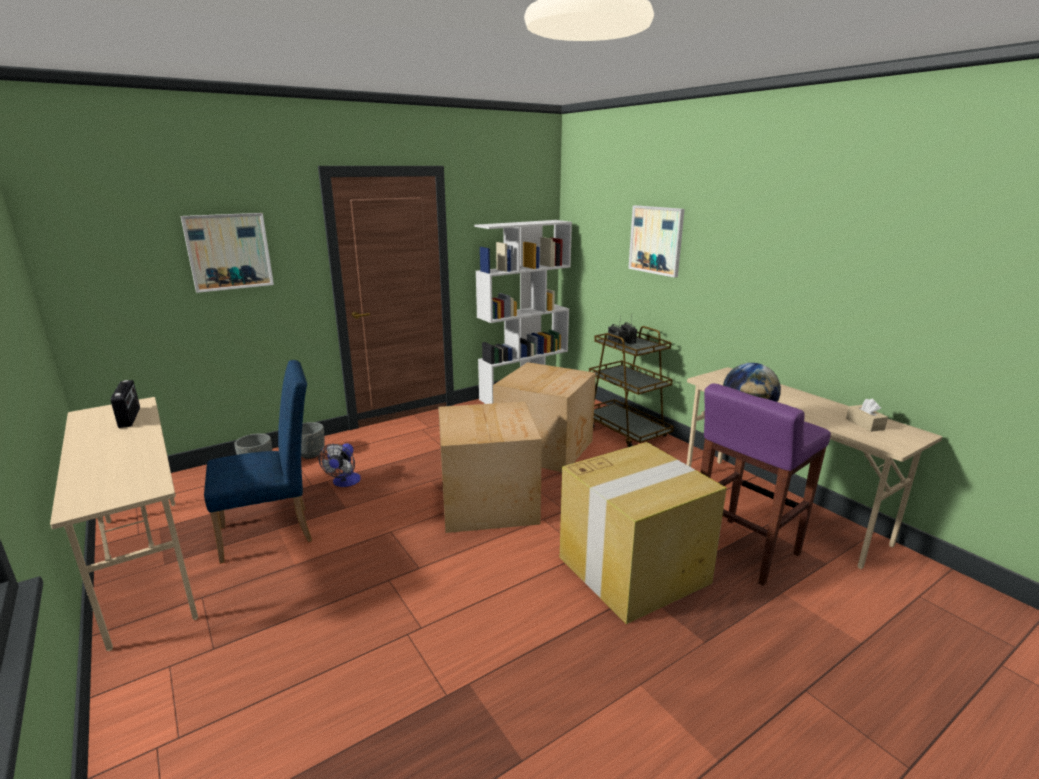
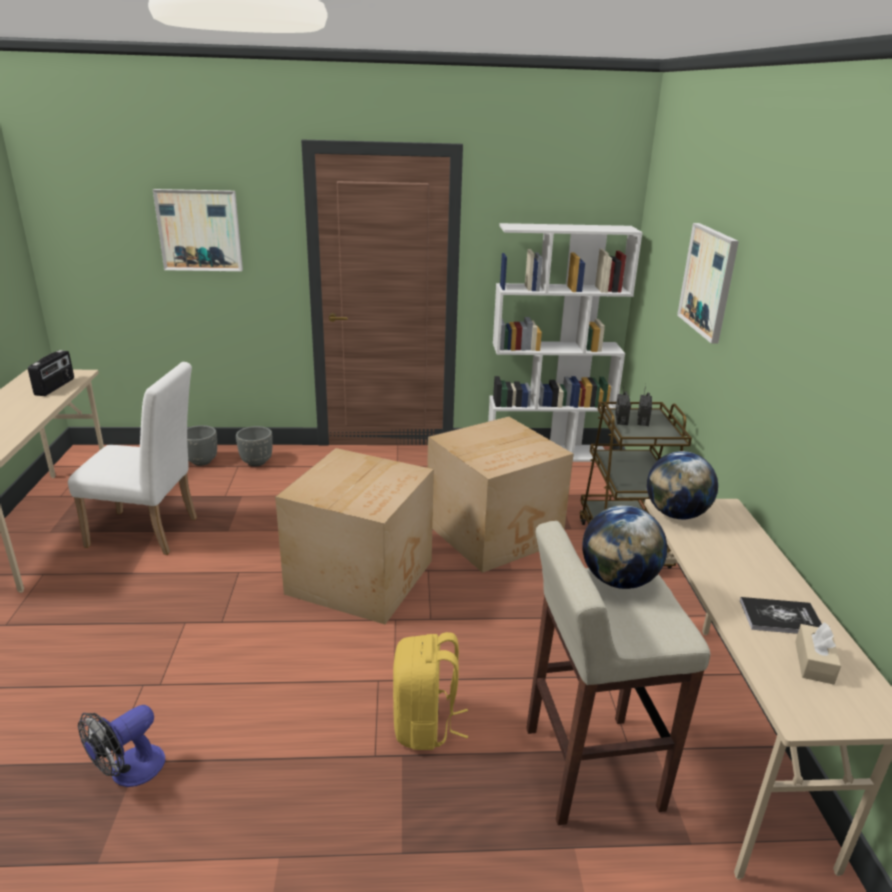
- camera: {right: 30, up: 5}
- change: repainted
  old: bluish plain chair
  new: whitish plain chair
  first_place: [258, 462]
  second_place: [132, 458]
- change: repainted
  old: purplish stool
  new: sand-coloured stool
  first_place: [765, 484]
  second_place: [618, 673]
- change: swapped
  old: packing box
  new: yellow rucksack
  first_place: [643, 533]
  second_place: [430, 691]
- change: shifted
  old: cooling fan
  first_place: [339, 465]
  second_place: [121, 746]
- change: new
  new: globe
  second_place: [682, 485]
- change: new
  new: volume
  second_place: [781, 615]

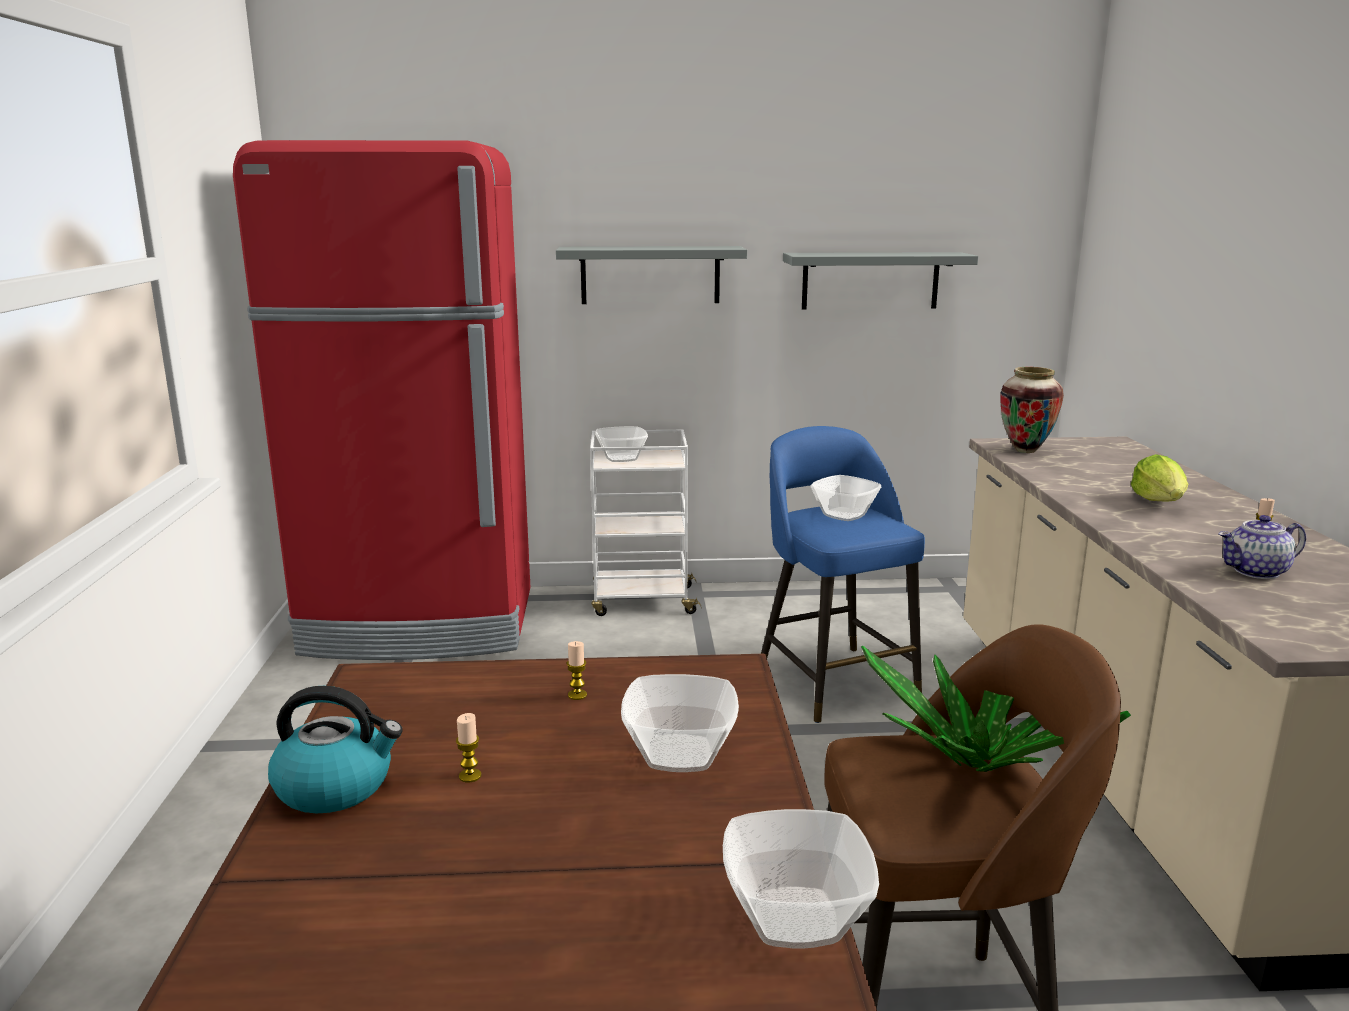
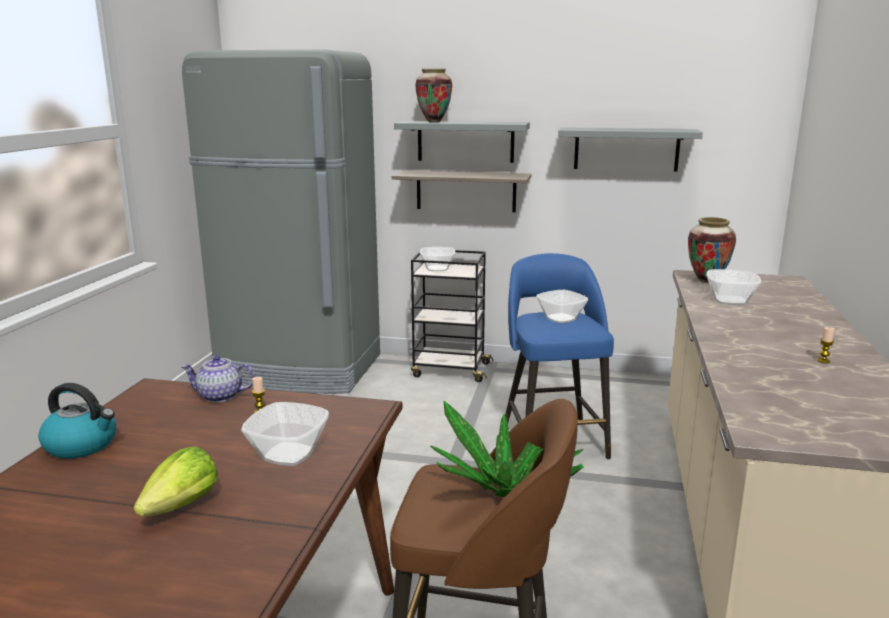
- camera: {right: 15, up: 0}
- change: repainted
  old: red kitchen fridge
  new: grey kitchen fridge
  first_place: [381, 400]
  second_place: [281, 221]
- change: repainted
  old: whitish wheeled cart
  new: black-coloured wheeled cart
  first_place: [646, 523]
  second_place: [452, 316]
- change: shifted
  old: head of lettuce
  first_place: [1159, 478]
  second_place: [176, 481]
- change: shifted
  old: teapot
  first_place: [1262, 547]
  second_place: [218, 379]
- change: gone
  old: wax candle
  first_place: [469, 748]
- change: shifted
  old: bowl
  first_place: [801, 879]
  second_place: [733, 287]
- change: new
  new: vase
  second_place: [433, 96]
- change: new
  new: bracket shelf
  second_place: [462, 191]

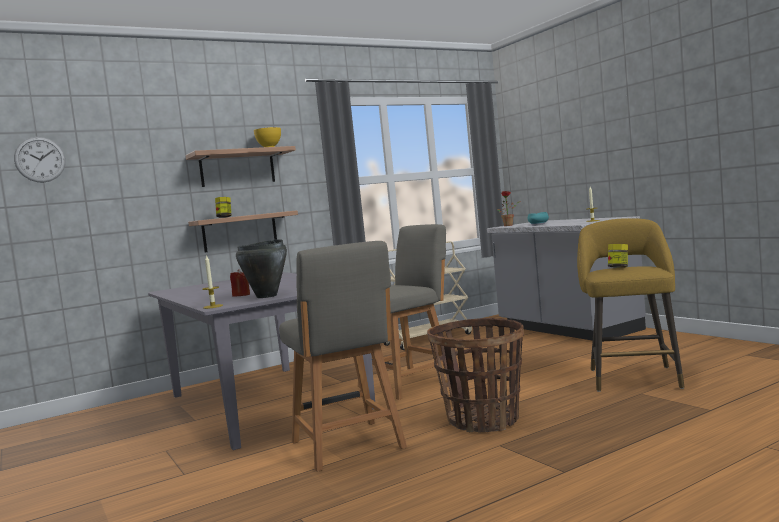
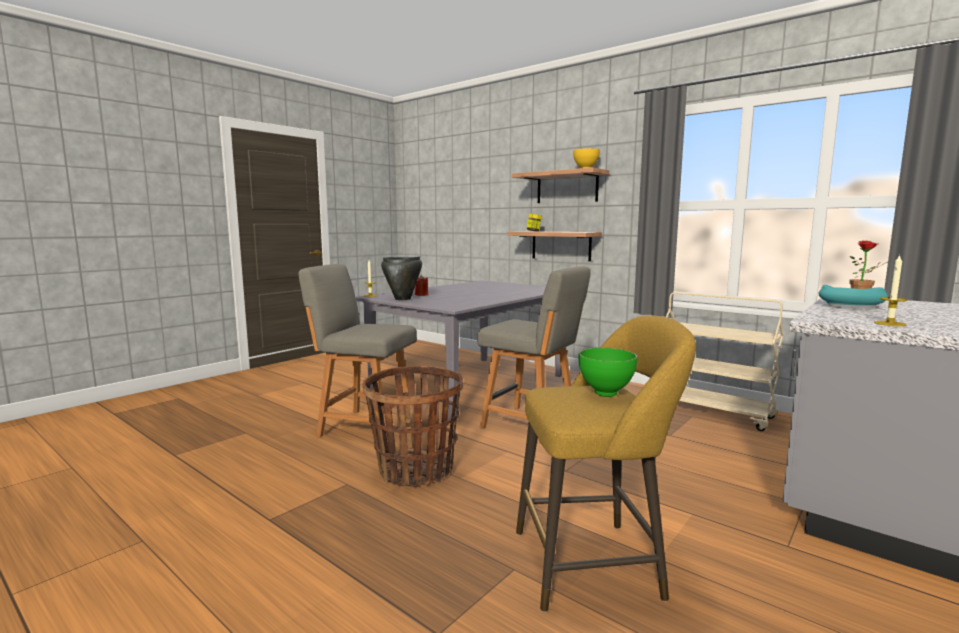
- camera: {right: 70, up: 5}
- change: gone
  old: wall clock
  first_place: [40, 160]
- change: rotated
  old: grey plain chair
  first_place: [343, 356]
  second_place: [358, 350]
  degrees: 60
- change: swapped
  old: jar
  new: green-coloured bowl
  first_place: [618, 255]
  second_place: [608, 372]

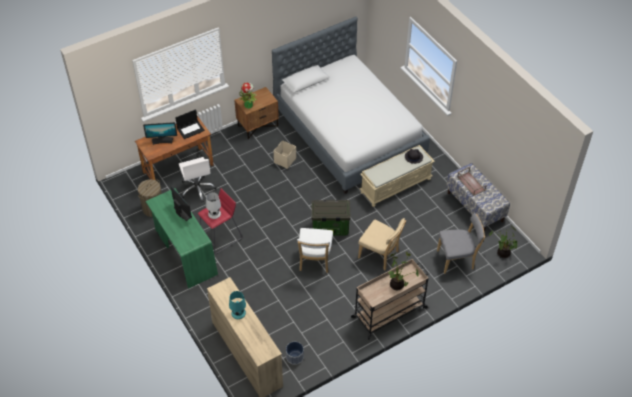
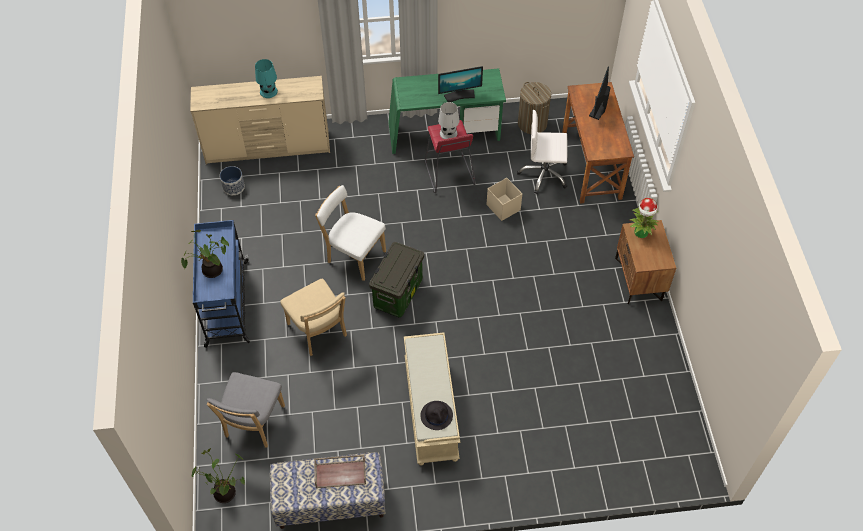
- camera: {right: 115, up: 5}
- change: gone
  old: sleeping bed
  first_place: [351, 105]
- change: gone
  old: laptop
  first_place: [190, 124]
- change: shifted
  old: sand-coloured storage container
  first_place: [285, 154]
  second_place: [504, 199]
- change: rotated
  old: sand-coloured plain chair
  first_place: [382, 244]
  second_place: [313, 317]
  degrees: -90
- change: repainted
  old: sand-coloured wheeled cart
  new: bluish wheeled cart
  first_place: [389, 299]
  second_place: [221, 284]

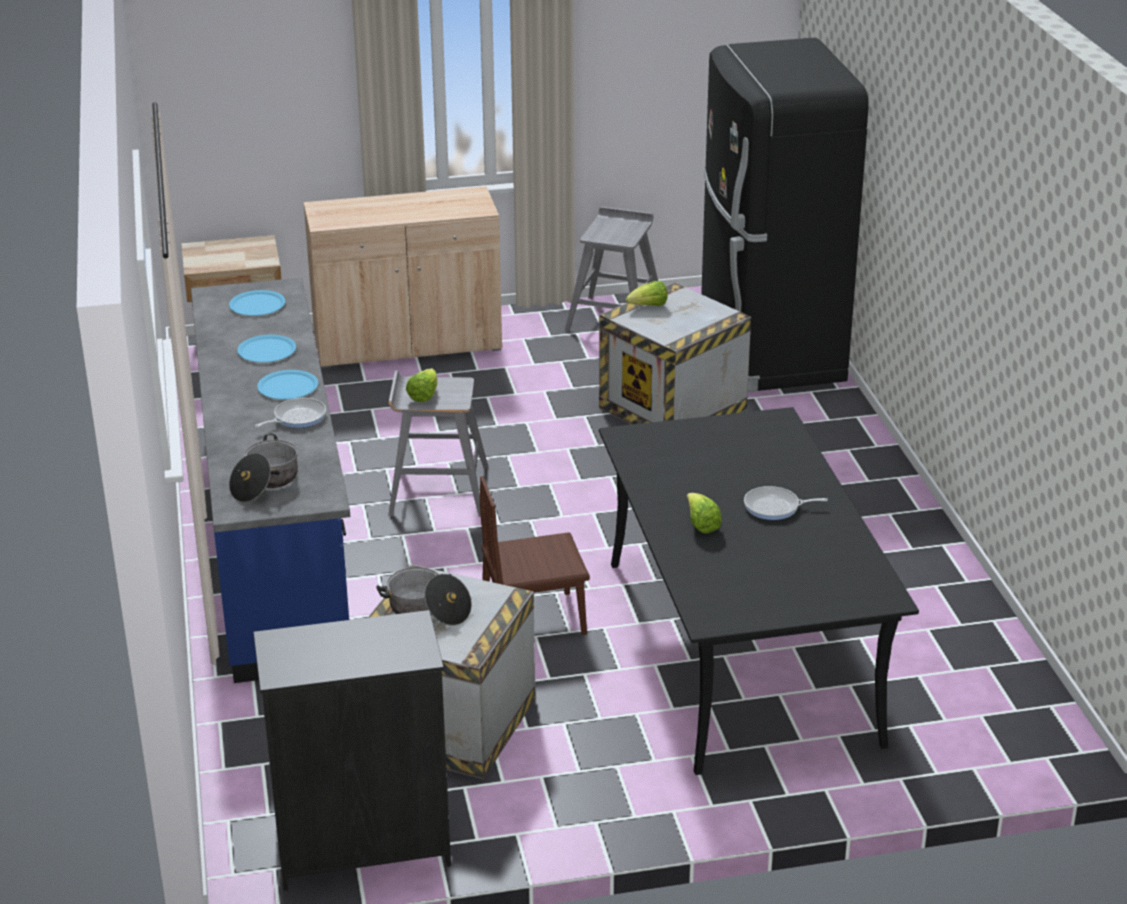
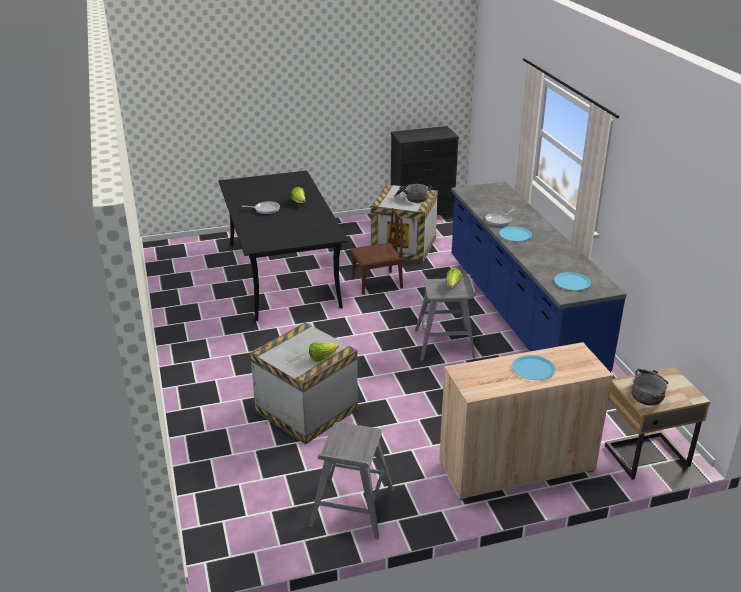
- camera: {right: 175, up: 0}
- change: gone
  old: black-coloured kitchen fridge
  first_place: [785, 215]
- change: shifted
  old: bluish flat dish
  first_place: [266, 348]
  second_place: [533, 367]
- change: shifted
  old: saucepot
  first_place: [263, 468]
  second_place: [650, 387]

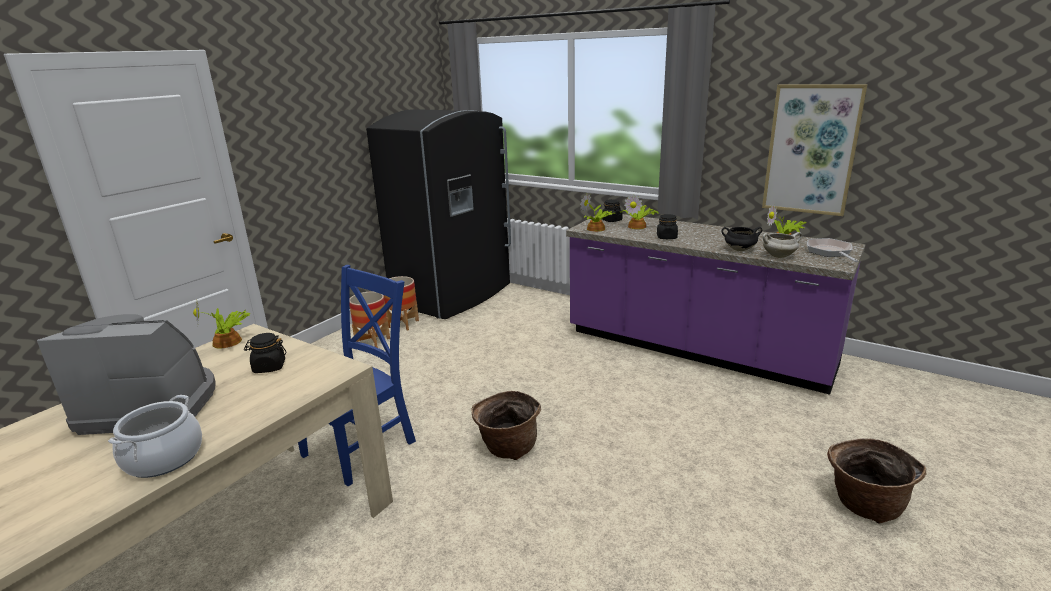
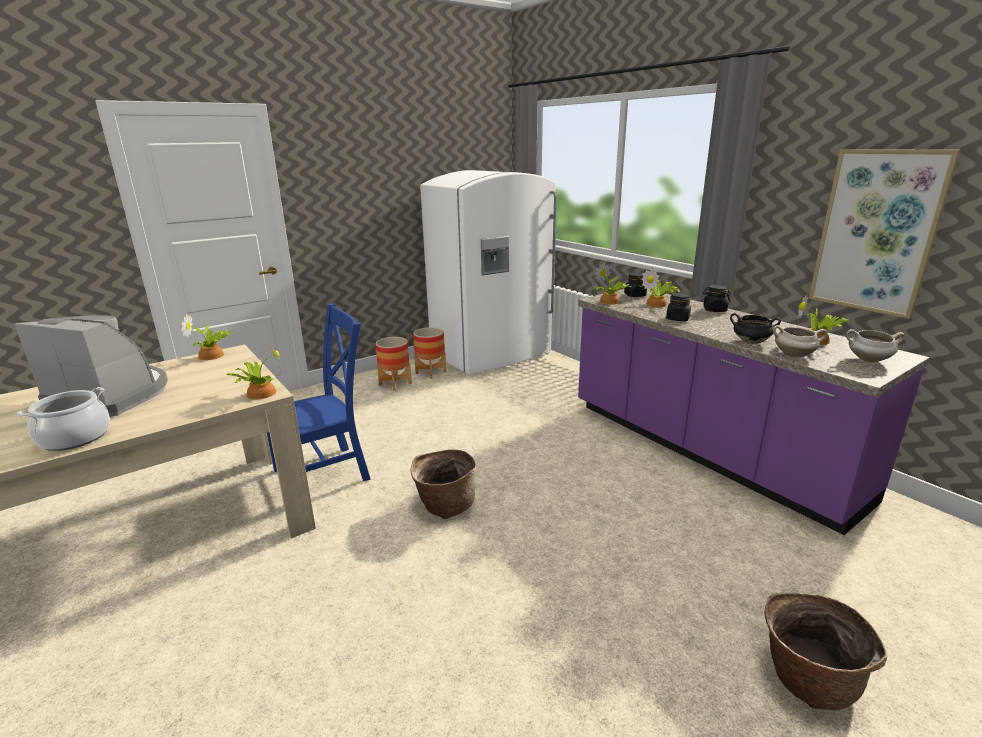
- camera: {right: 20, up: 0}
- change: repainted
  old: black-coloured kitchen fridge
  new: whitish kitchen fridge
  first_place: [438, 214]
  second_place: [488, 272]
- change: swapped
  old: frying pan
  new: whitish saucepot
  first_place: [832, 250]
  second_place: [875, 345]
- change: shifted
  old: black-coloured jar
  first_place: [265, 353]
  second_place: [717, 298]
- change: new
  new: plant in a pot
  second_place: [253, 371]

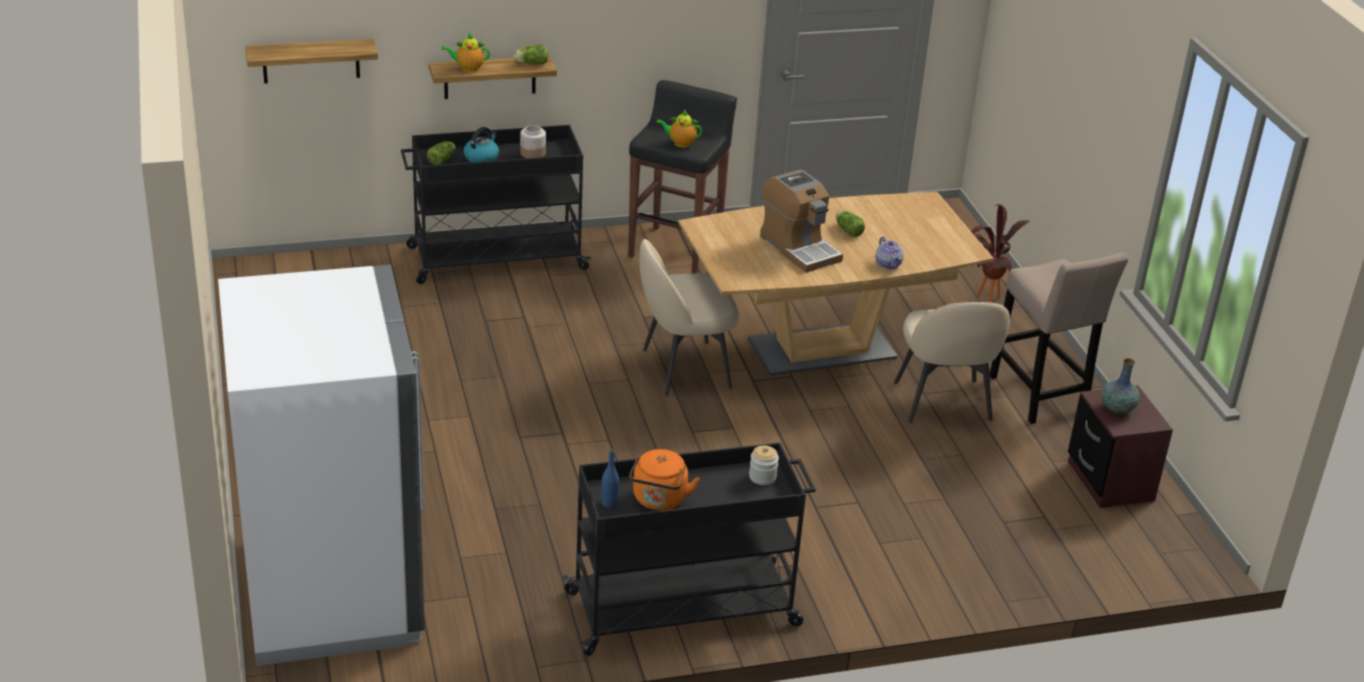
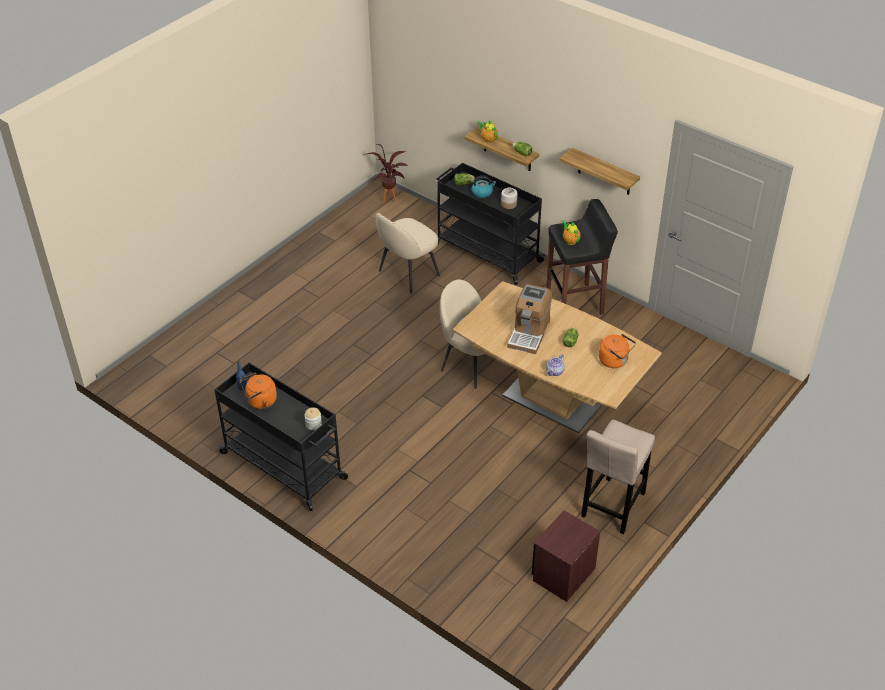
- camera: {right: 55, up: 10}
- change: shifted
  old: bracket shelf
  first_place: [311, 61]
  second_place: [599, 171]
- change: shifted
  old: plant in a pot
  first_place: [1000, 253]
  second_place: [386, 173]
- change: gone
  old: whitish kitchen fridge
  first_place: [321, 465]
- change: shifted
  old: sand-coloured plain chair
  first_place: [952, 362]
  second_place: [408, 253]
- change: gone
  old: vase
  first_place: [1120, 386]
- change: new
  new: orangey kettle
  second_place: [617, 351]

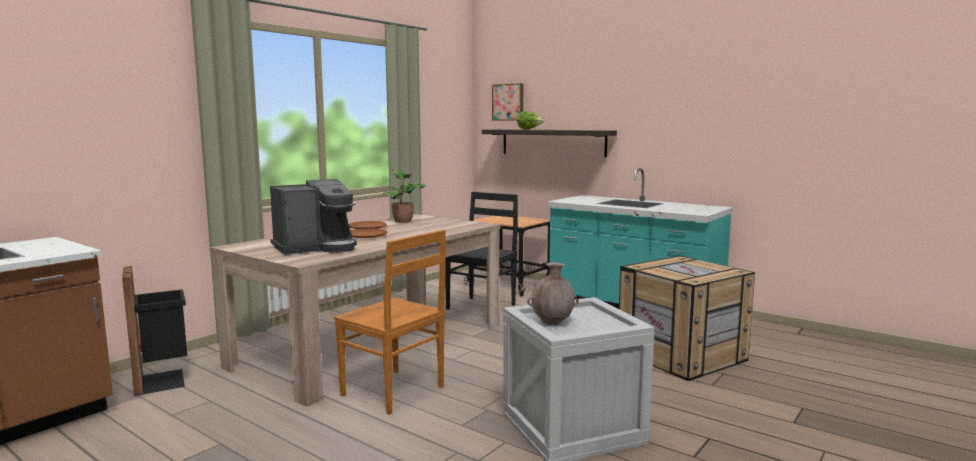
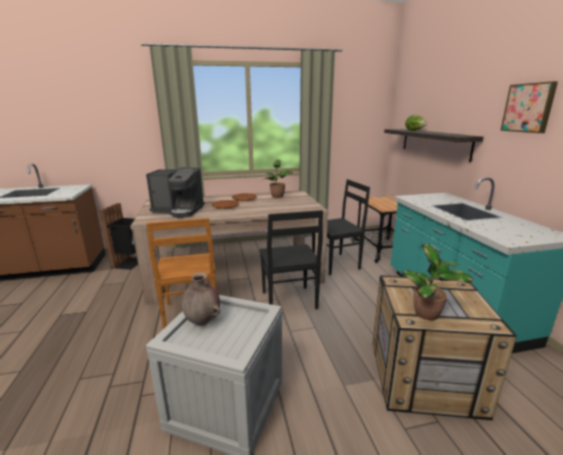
- camera: {right: 40, up: 10}
- change: shifted
  old: wall picture
  first_place: [507, 101]
  second_place: [529, 107]
- change: new
  new: black-coloured plain chair
  second_place: [291, 259]
- change: new
  new: plant in a pot
  second_place: [437, 281]

